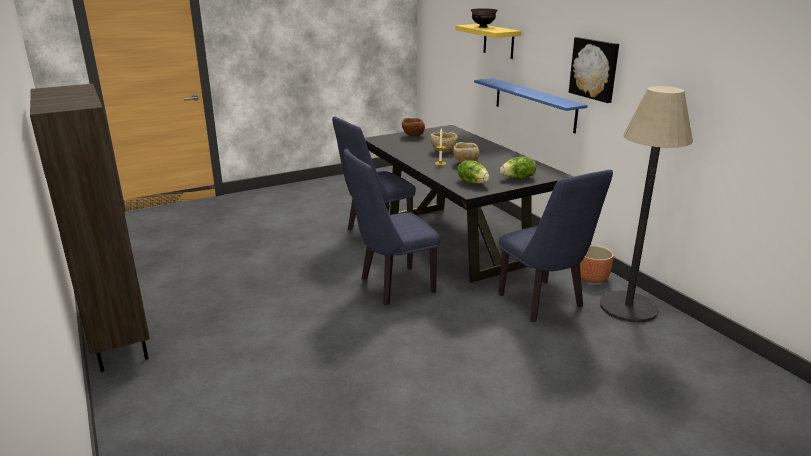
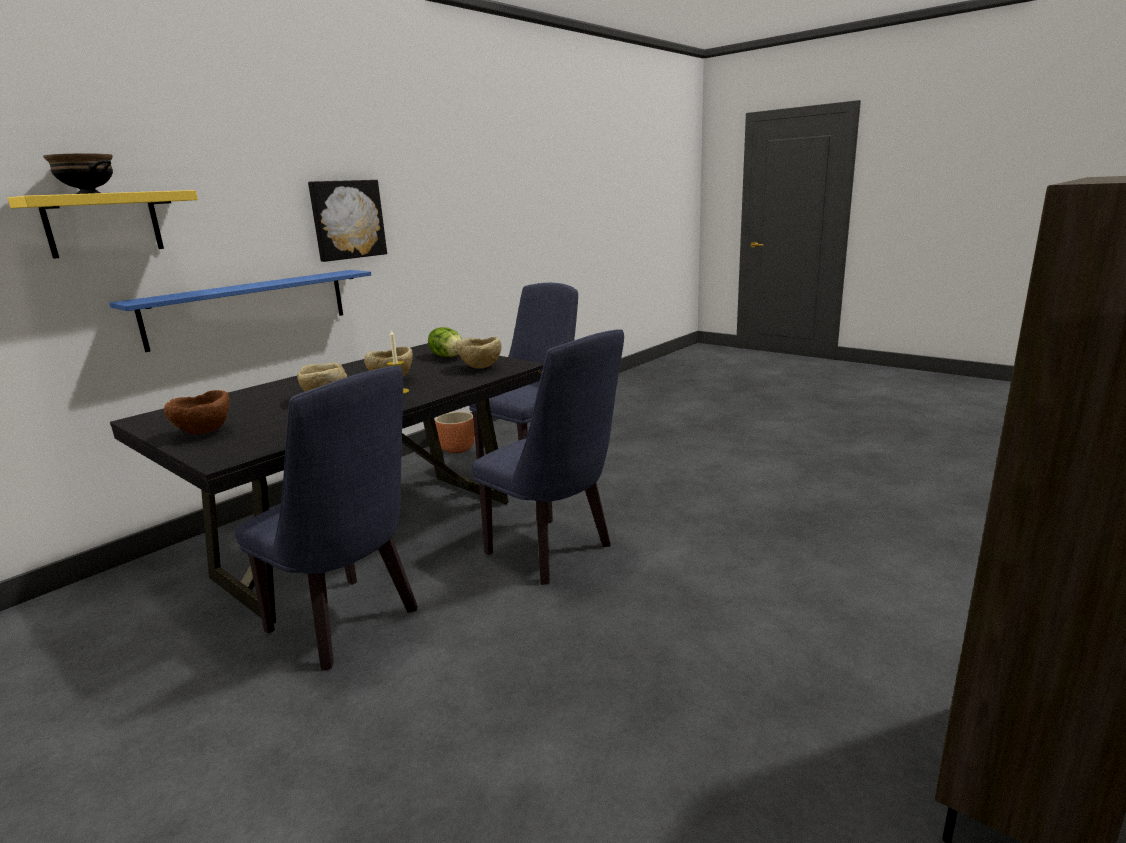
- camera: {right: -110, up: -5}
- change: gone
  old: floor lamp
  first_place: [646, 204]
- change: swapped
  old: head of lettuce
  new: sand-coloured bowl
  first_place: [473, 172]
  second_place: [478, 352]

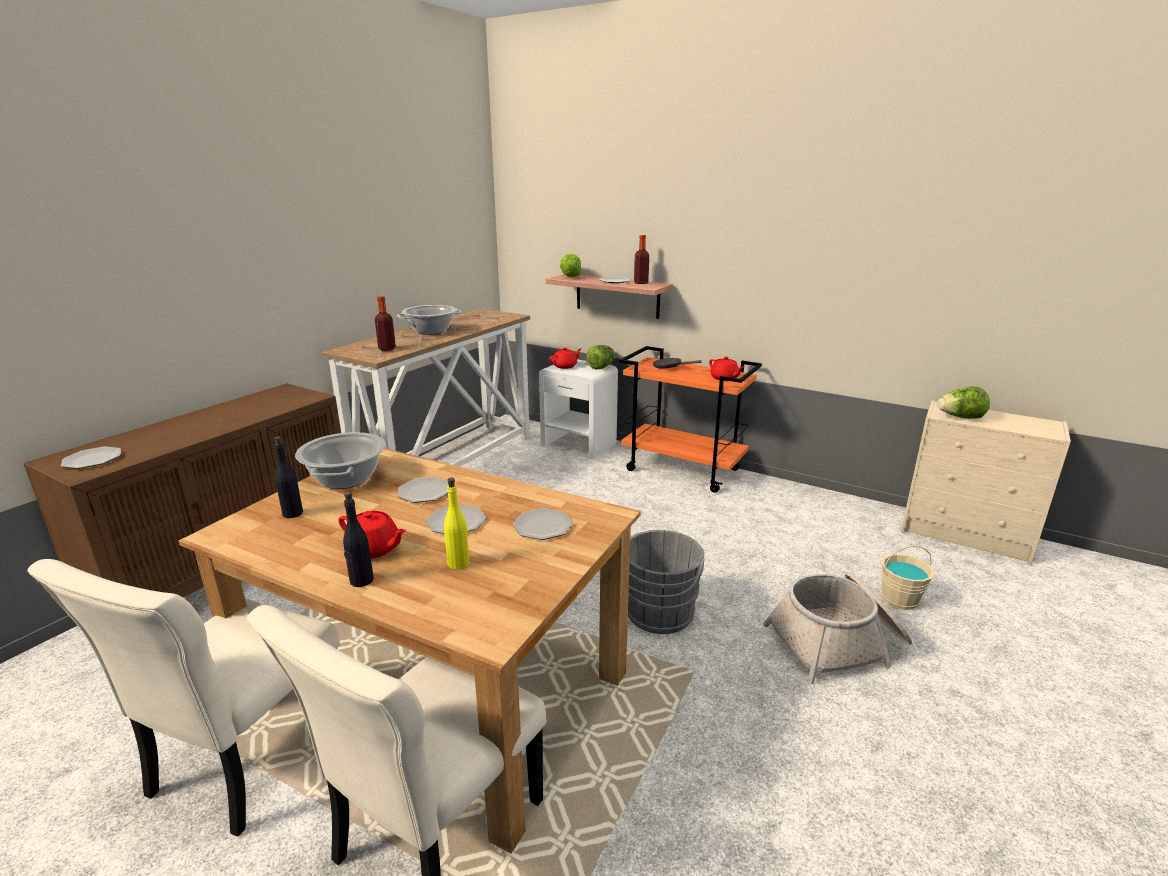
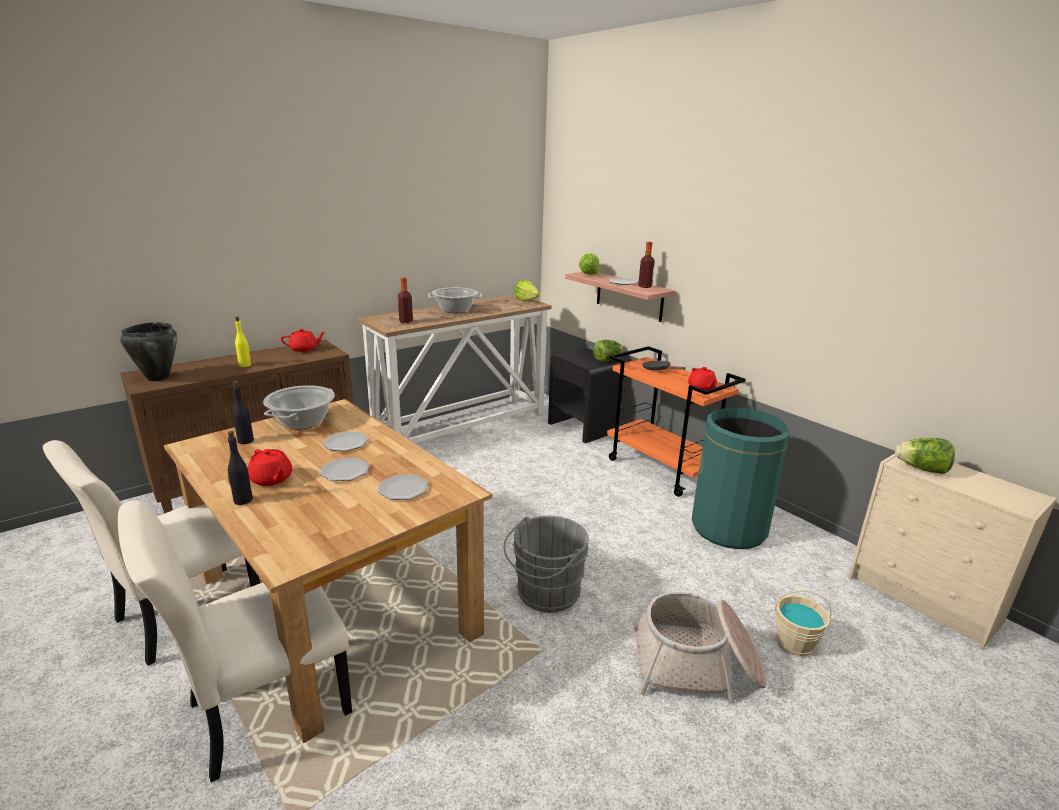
- camera: {right: 20, up: 0}
- change: shifted
  old: red teapot
  first_place: [565, 358]
  second_place: [303, 340]
- change: repainted
  old: whitish night table
  new: black-coloured night table
  first_place: [578, 409]
  second_place: [584, 395]
- change: swapped
  old: flat dish
  new: black-coloured saucepot
  first_place: [91, 457]
  second_place: [148, 351]
- change: shifted
  old: yellow beverage bottle
  first_place: [456, 524]
  second_place: [243, 342]
- change: new
  new: head of lettuce
  second_place: [527, 290]
- change: new
  new: green-coloured waste bin
  second_place: [741, 478]

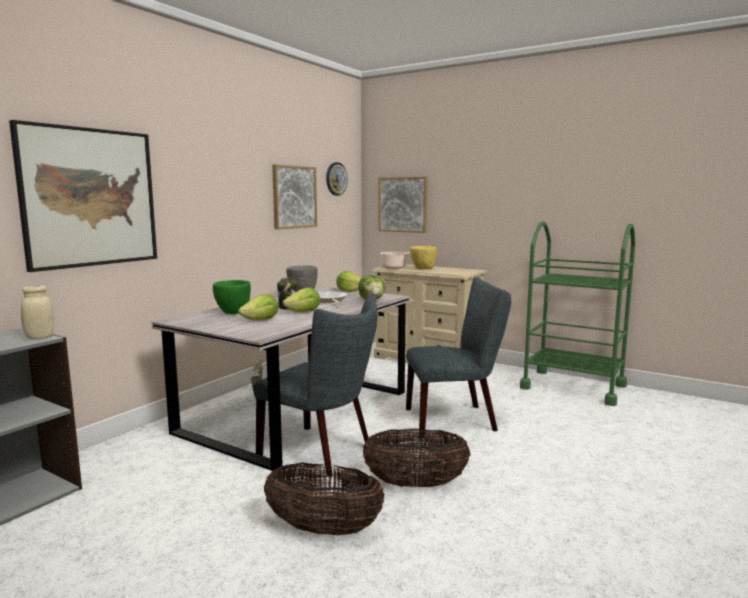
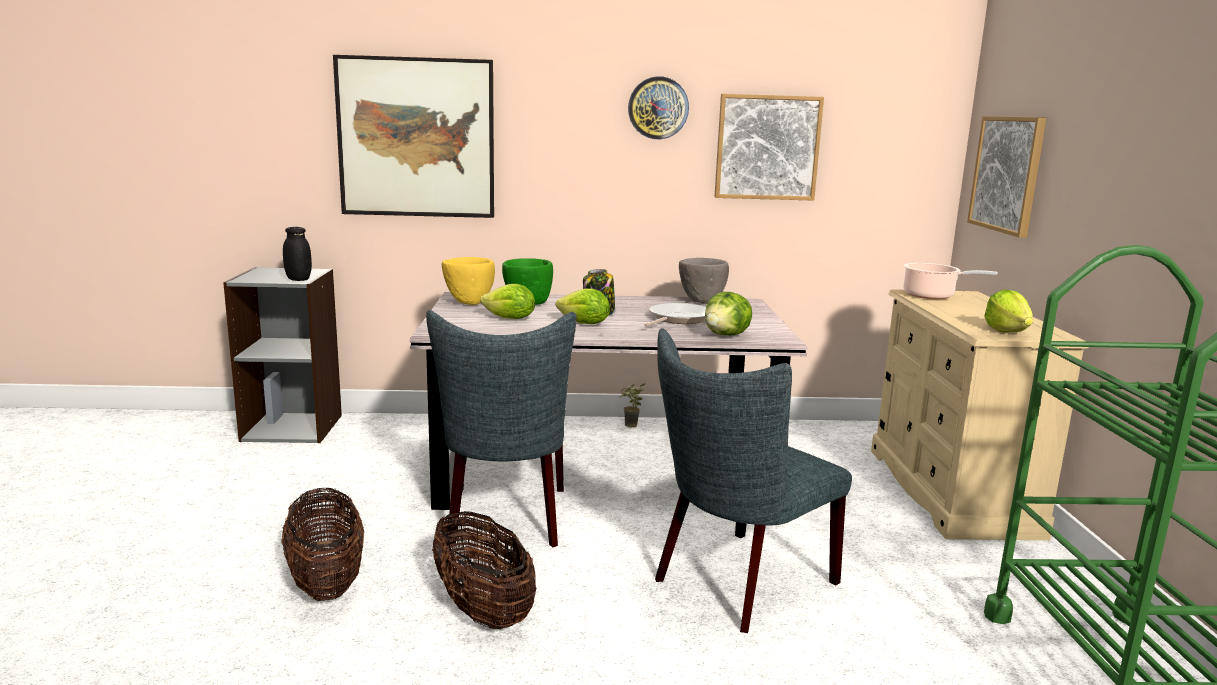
- camera: {right: 55, up: 5}
- change: shifted
  old: wall clock
  first_place: [337, 179]
  second_place: [658, 107]
- change: shifted
  old: yellow bowl
  first_place: [423, 257]
  second_place: [468, 281]
- change: shifted
  old: head of lettuce
  first_place: [348, 281]
  second_place: [1008, 311]
- change: rotated
  old: grey plain chair
  first_place: [458, 357]
  second_place: [753, 480]
  degrees: 90
- change: repainted
  old: sand-coloured jar
  new: black-coloured jar
  first_place: [37, 312]
  second_place: [297, 254]

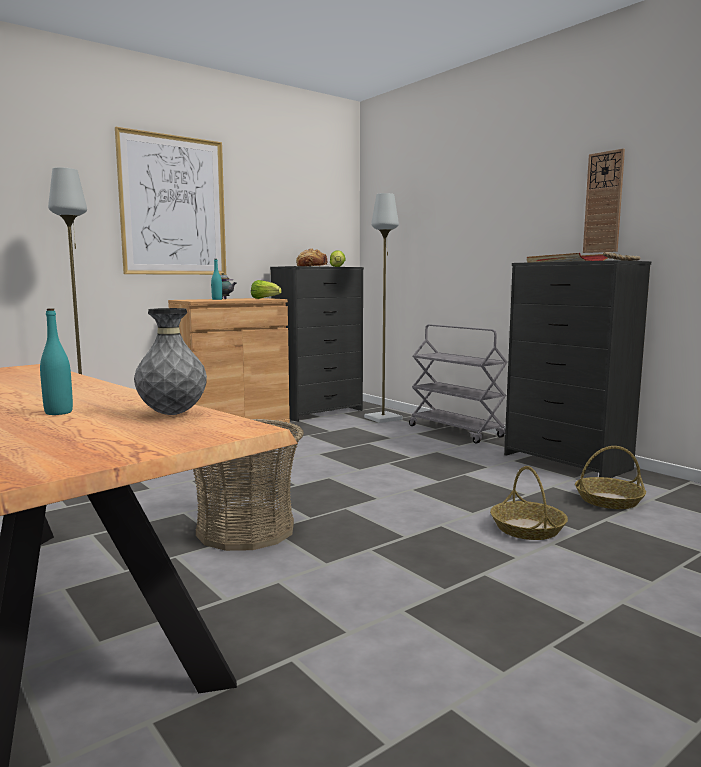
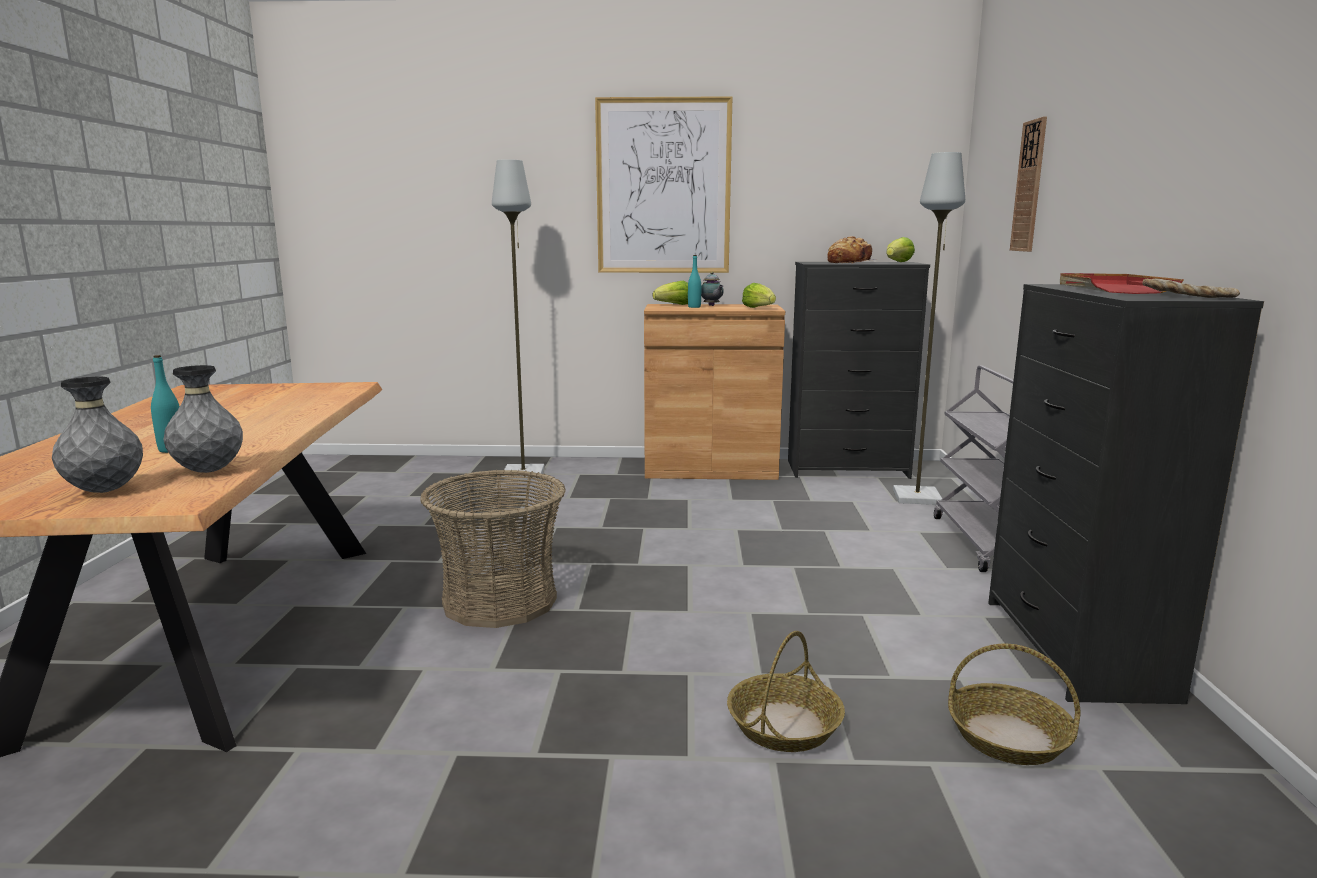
- camera: {right: 40, up: 5}
- change: shifted
  old: wall clock
  first_place: [604, 201]
  second_place: [1028, 184]
- change: new
  new: head of lettuce
  second_place: [670, 293]
- change: new
  new: grey vase
  second_place: [97, 435]

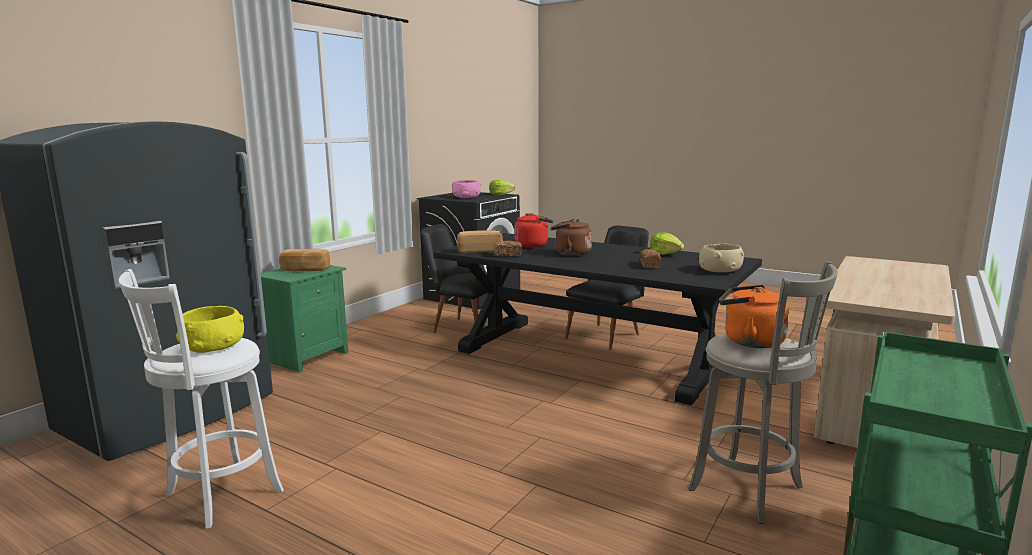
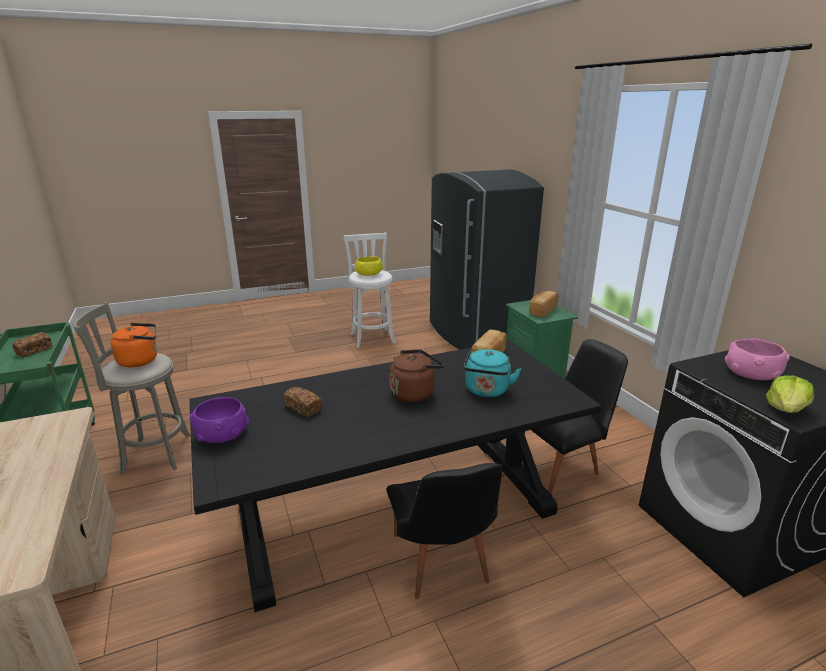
- camera: {right: 125, up: 10}
- change: repainted
  old: red kettle
  new: blue-green kettle
  first_place: [534, 230]
  second_place: [492, 373]
- change: gone
  old: head of lettuce
  first_place: [667, 244]
- change: shifted
  old: baked bread
  first_place: [508, 248]
  second_place: [32, 344]
- change: repainted
  old: sand-coloured bowl
  new: purplish bowl
  first_place: [721, 257]
  second_place: [219, 420]

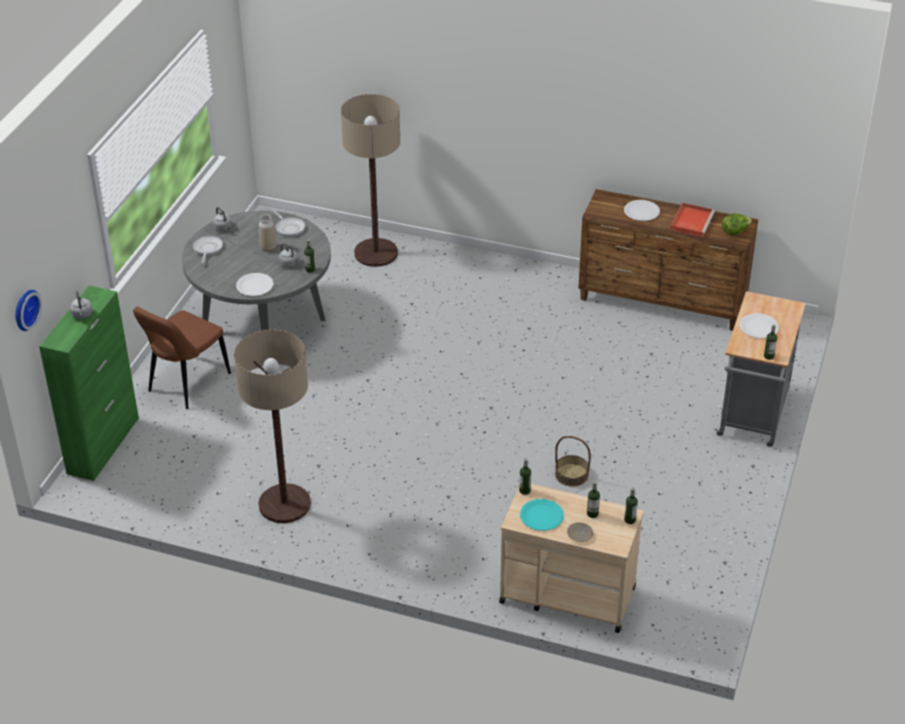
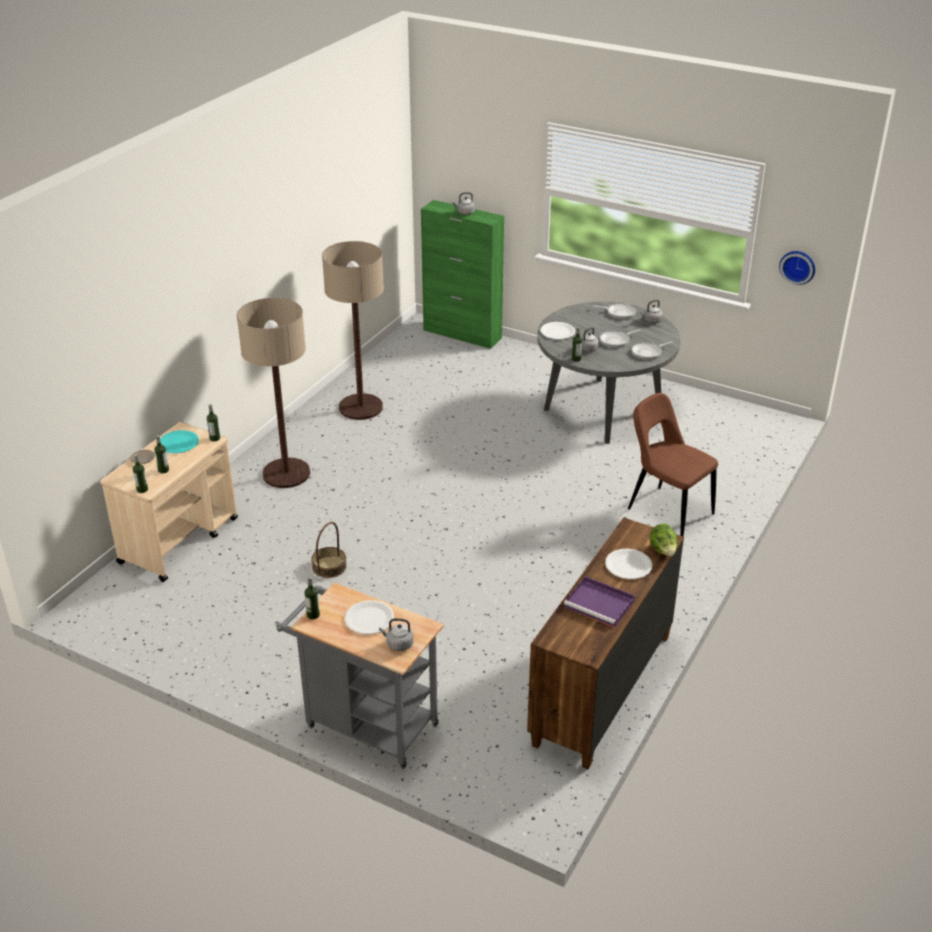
- camera: {right: 100, up: -5}
- change: shifted
  old: floor lamp
  first_place: [371, 180]
  second_place: [273, 393]
- change: repainted
  old: red serving tray
  new: purplish serving tray
  first_place: [692, 220]
  second_place: [599, 602]
- change: swapped
  old: vase
  new: frying pan
  first_place: [267, 232]
  second_place: [620, 338]
- change: shifted
  old: head of lettuce
  first_place: [737, 224]
  second_place: [664, 540]
- change: shifted
  old: wall clock
  first_place: [28, 310]
  second_place: [797, 268]
- change: shifted
  old: brown-coloured plain chair
  first_place: [182, 357]
  second_place: [673, 464]
- change: new
  new: grey kettle
  second_place: [396, 634]

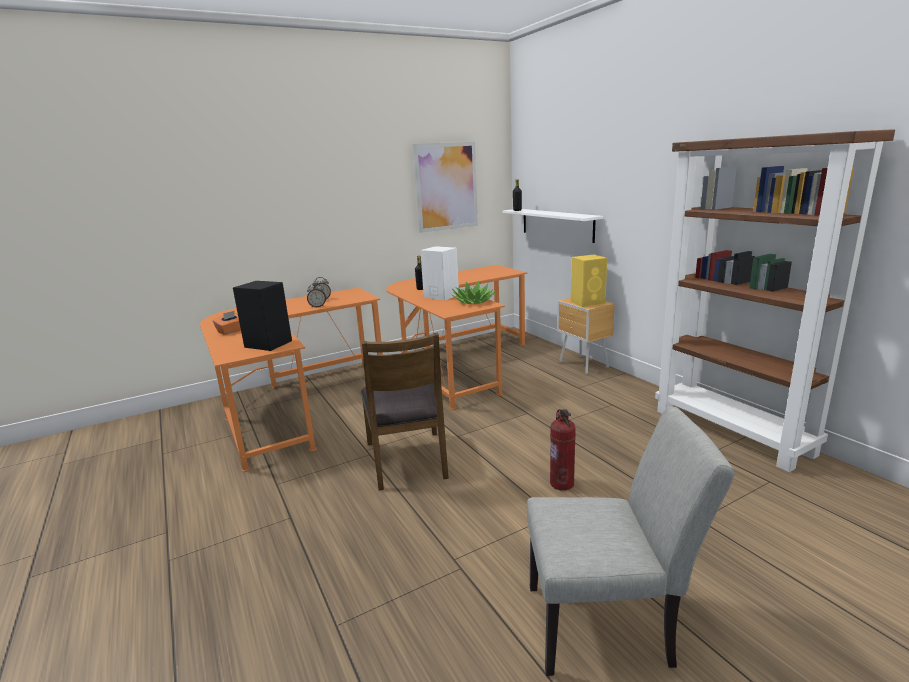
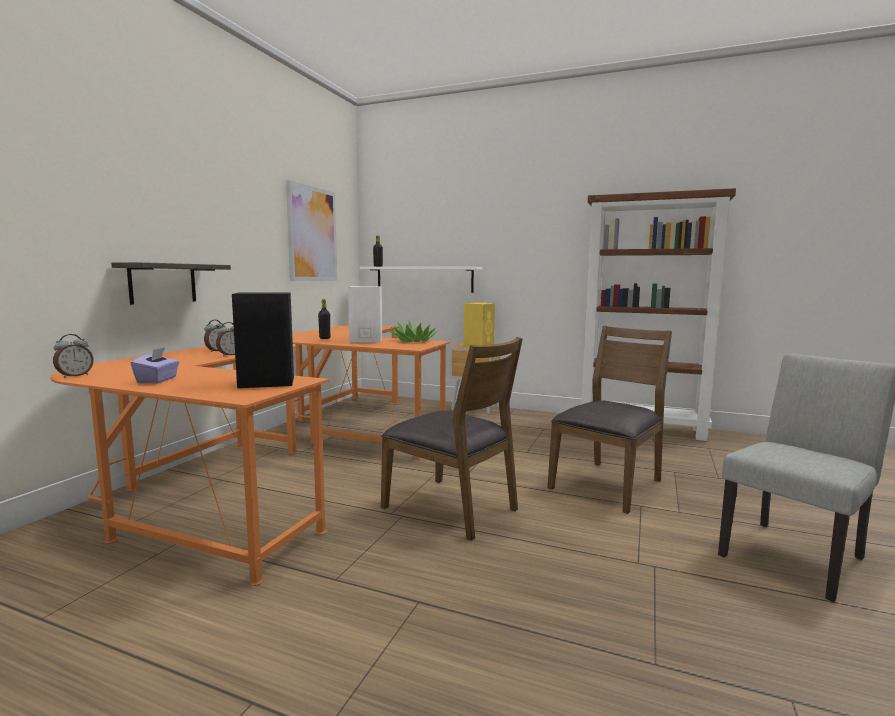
- camera: {right: -40, up: -10}
- change: repainted
  old: orangey tissue box
  new: purplish tissue box
  first_place: [227, 323]
  second_place: [155, 365]
- change: swapped
  old: extinguisher
  new: brown-coloured plain chair
  first_place: [563, 450]
  second_place: [609, 420]
- change: new
  new: bracket shelf
  second_place: [171, 283]
- change: new
  new: alarm clock
  second_place: [73, 356]

